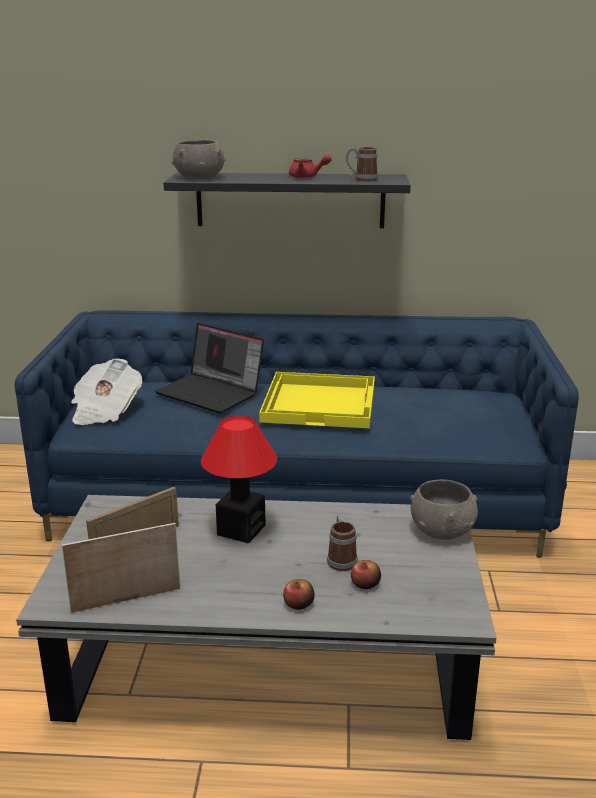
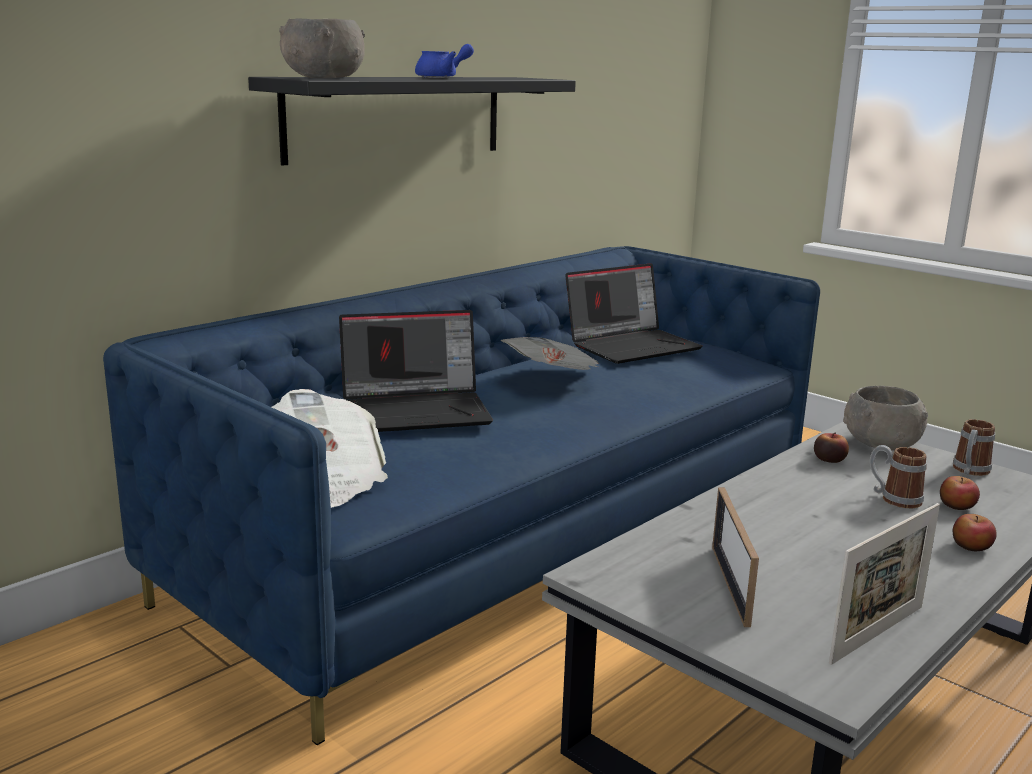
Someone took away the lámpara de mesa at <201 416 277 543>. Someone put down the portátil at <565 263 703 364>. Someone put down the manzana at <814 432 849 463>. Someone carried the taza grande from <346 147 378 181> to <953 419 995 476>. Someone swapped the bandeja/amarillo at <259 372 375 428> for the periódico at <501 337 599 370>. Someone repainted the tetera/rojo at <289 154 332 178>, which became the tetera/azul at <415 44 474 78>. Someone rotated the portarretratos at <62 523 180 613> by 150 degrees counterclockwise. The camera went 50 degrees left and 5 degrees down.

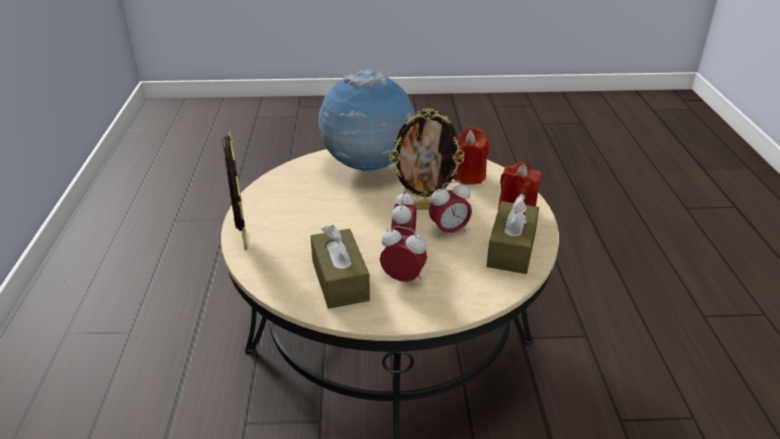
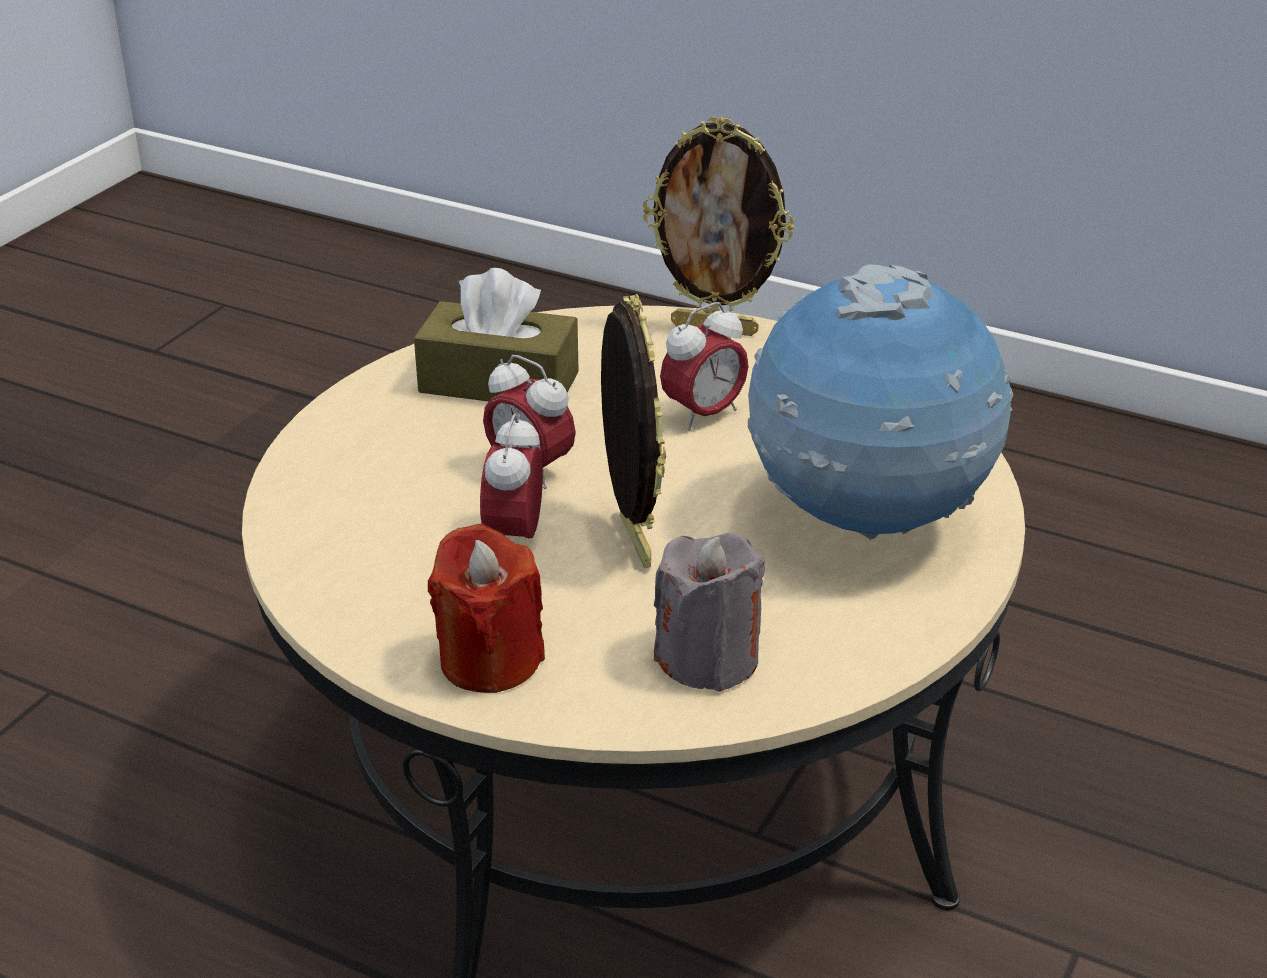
Someone took away the caja de pañuelos/marrón at <487 194 539 274>. Someone carried the despertador from <380 226 427 282> to <660 302 749 431>. Someone repainted the vela/rojo at <453 127 489 185>, which became the vela/gris at <654 533 765 692>. Someone rotated the portarretratos at <389 108 465 209> by 135 degrees clockwise. The camera went 120 degrees right and 0 degrees up.

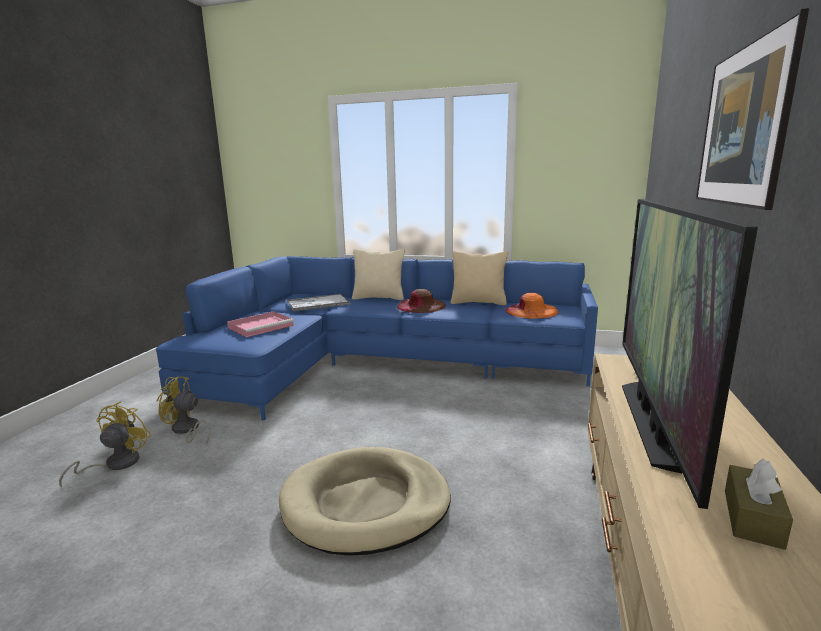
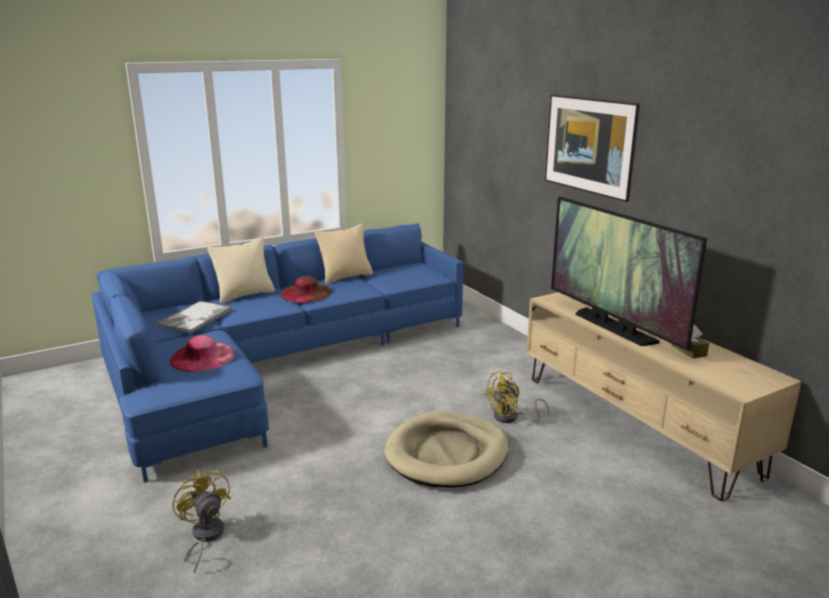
Someone took away the sombrero/naranja at <505 293 559 319>. Someone carried the ventilador/amarillo from <157 377 210 444> to <484 371 550 423>. Someone swapped the bandeja/rosa at <227 311 294 337> for the sombrero/rosa at <169 335 235 372>. The camera went 45 degrees left and 5 degrees up.

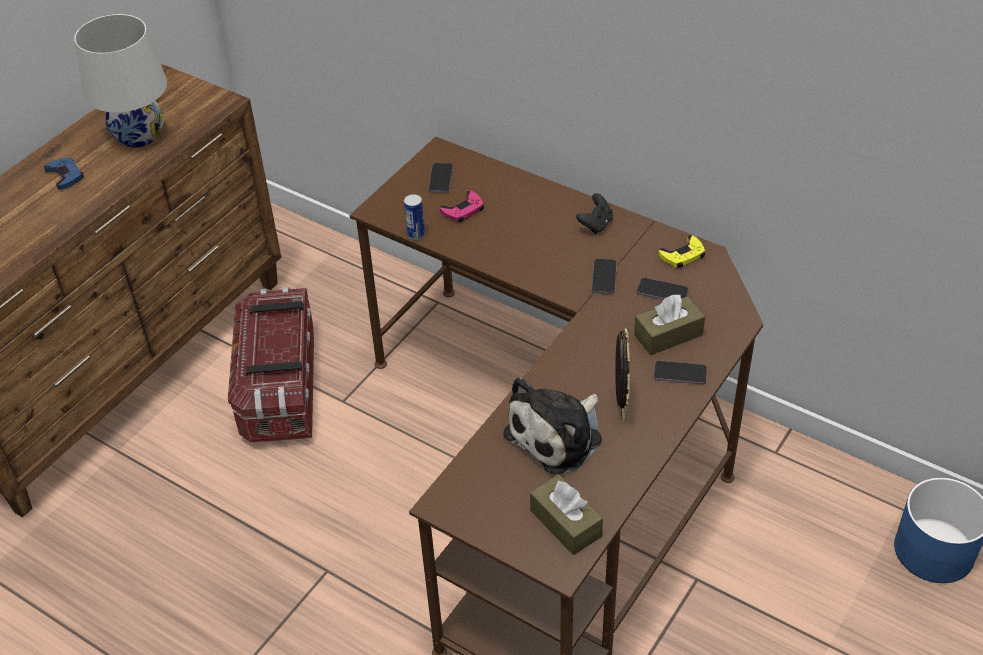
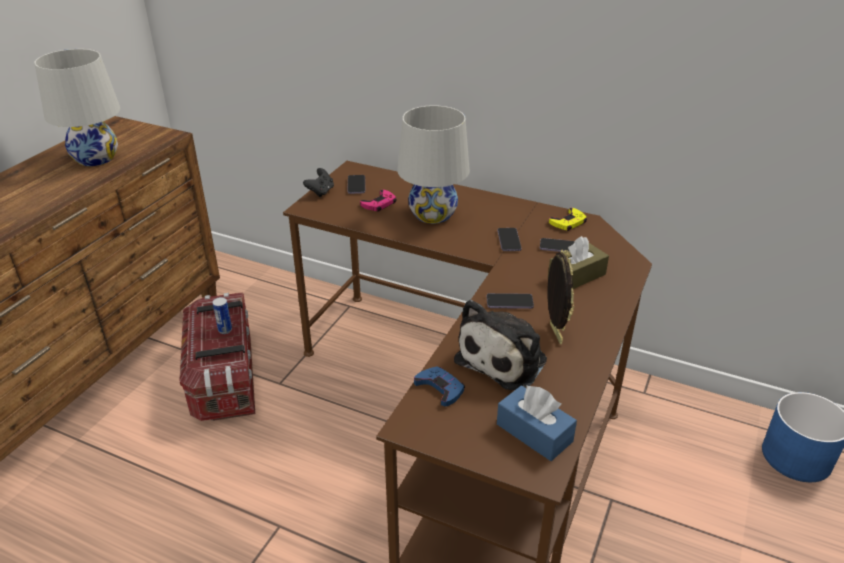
Someone put down the lámpara de mesa/blanco at <397 105 470 224>. Someone carried the mando de consola/azul from <44 158 84 190> to <414 366 465 407>. Someone carried the lata from <404 194 425 240> to <212 297 232 334>. Someone carried the mando de consola/negro from <576 193 613 234> to <303 168 334 197>. Someone carried the móvil from <654 360 707 384> to <487 293 534 309>. Someone repainted the caja de pañuelos/marrón at <530 475 603 555>, which became the caja de pañuelos/azul at <497 385 577 461>. The camera went 10 degrees left and 10 degrees down.

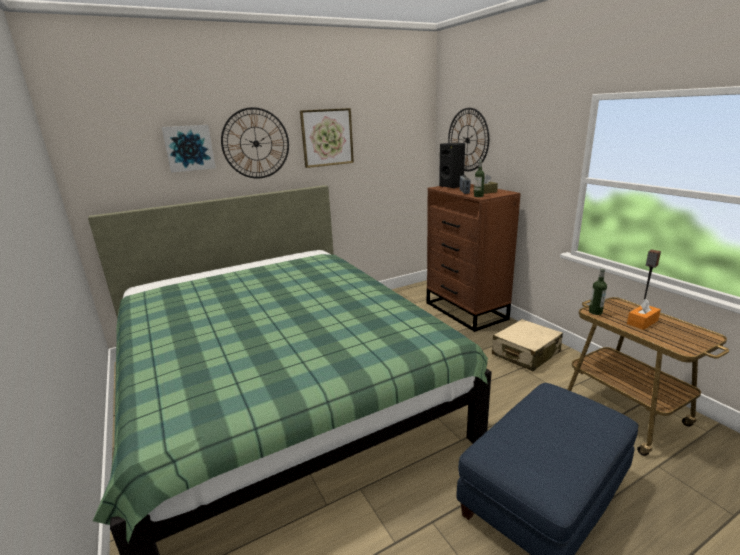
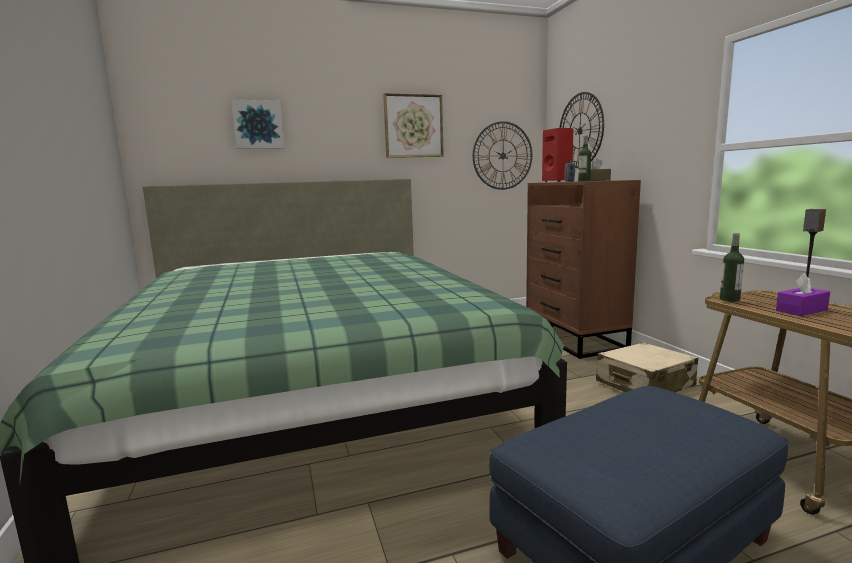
Someone carried the reloj de pared from <221 107 289 179> to <473 121 532 190>. Someone repainted the altavoz/negro at <439 143 465 189>, which became the altavoz/rojo at <542 128 574 182>. Someone repainted the caja de pañuelos/naranja at <627 299 661 330>, which became the caja de pañuelos/morado at <776 273 830 316>. The camera went 10 degrees right and 10 degrees down.

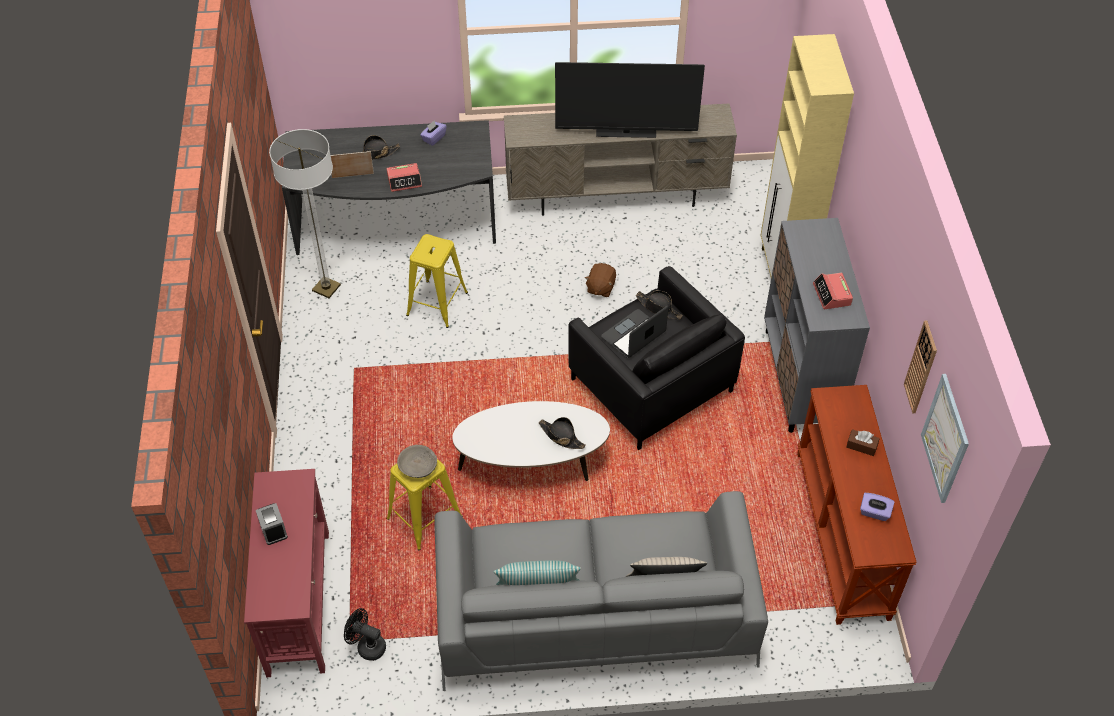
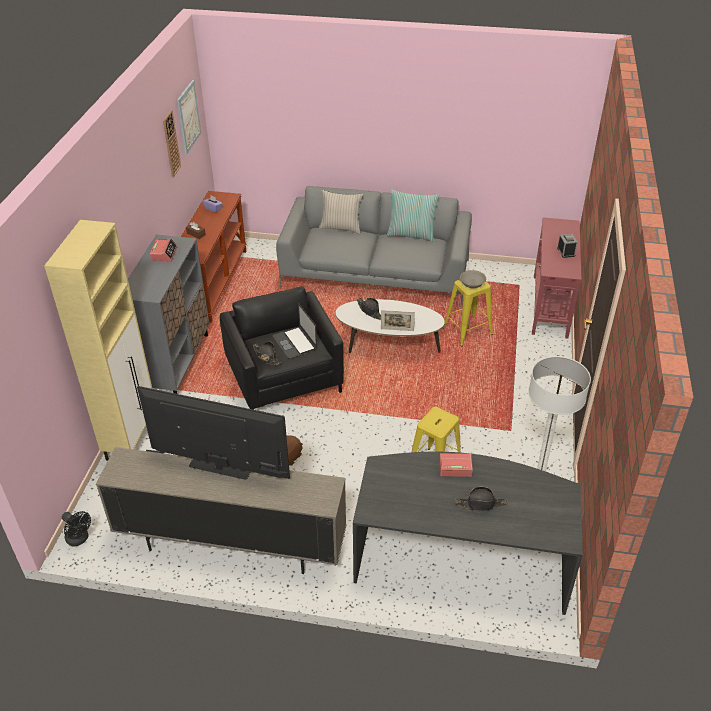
Someone took away the caja de pañuelos/morado at <420 120 447 146>. Someone carried the portarretratos from <331 151 374 178> to <381 310 415 331>. Someone carried the ventilador/negro from <344 608 386 661> to <62 511 91 546>. Someone rotated the portátil at <601 305 668 358> by 90 degrees clockwise. The camera went 165 degrees left and 10 degrees down.

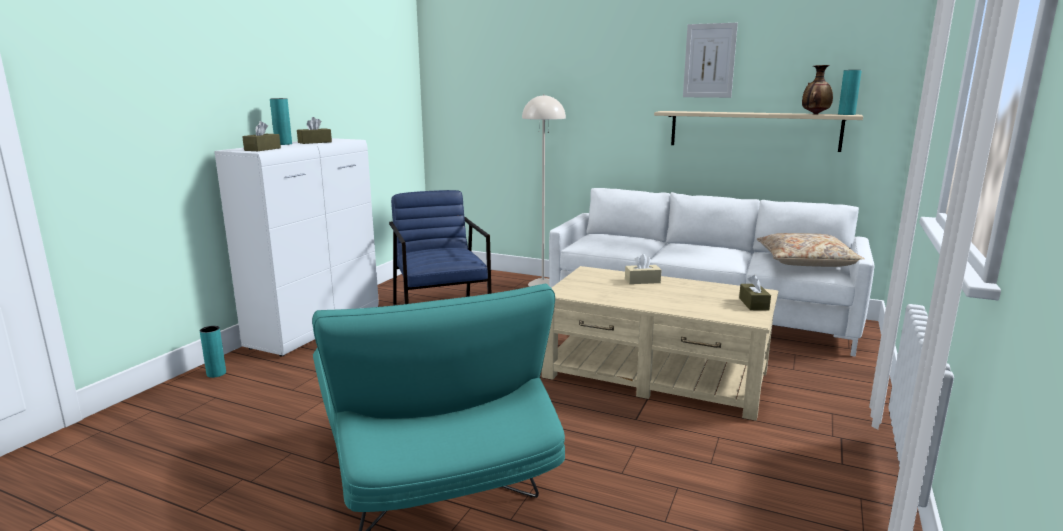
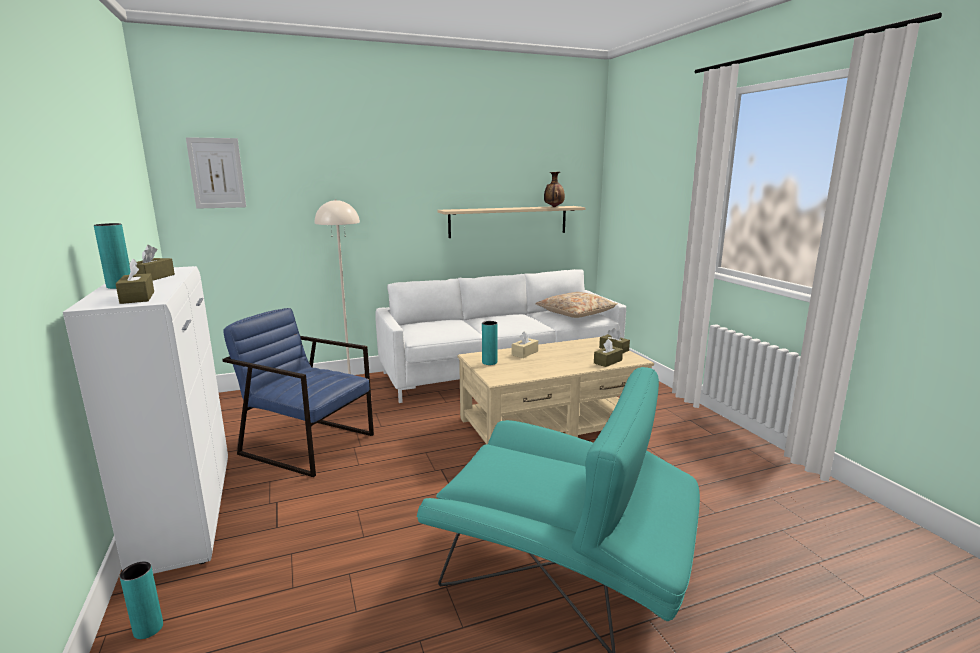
Someone put down the caja de pañuelos/marrón at <594 339 623 367>. Someone carried the cuadro from <683 23 738 98> to <186 137 246 209>. Someone carried the florero/turquesa from <838 70 862 115> to <482 321 498 365>. The camera went 45 degrees left and 0 degrees up.

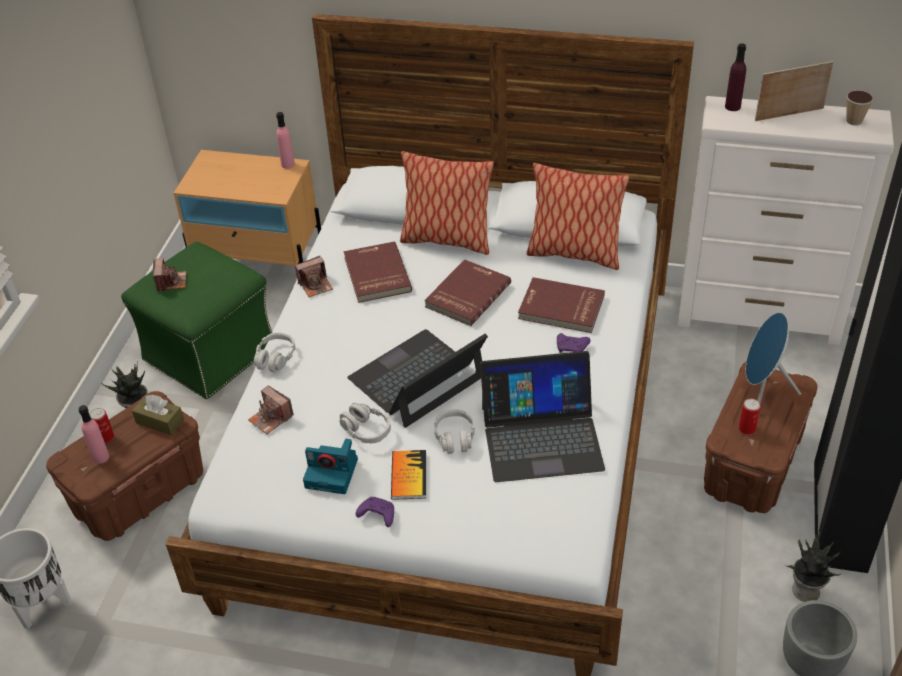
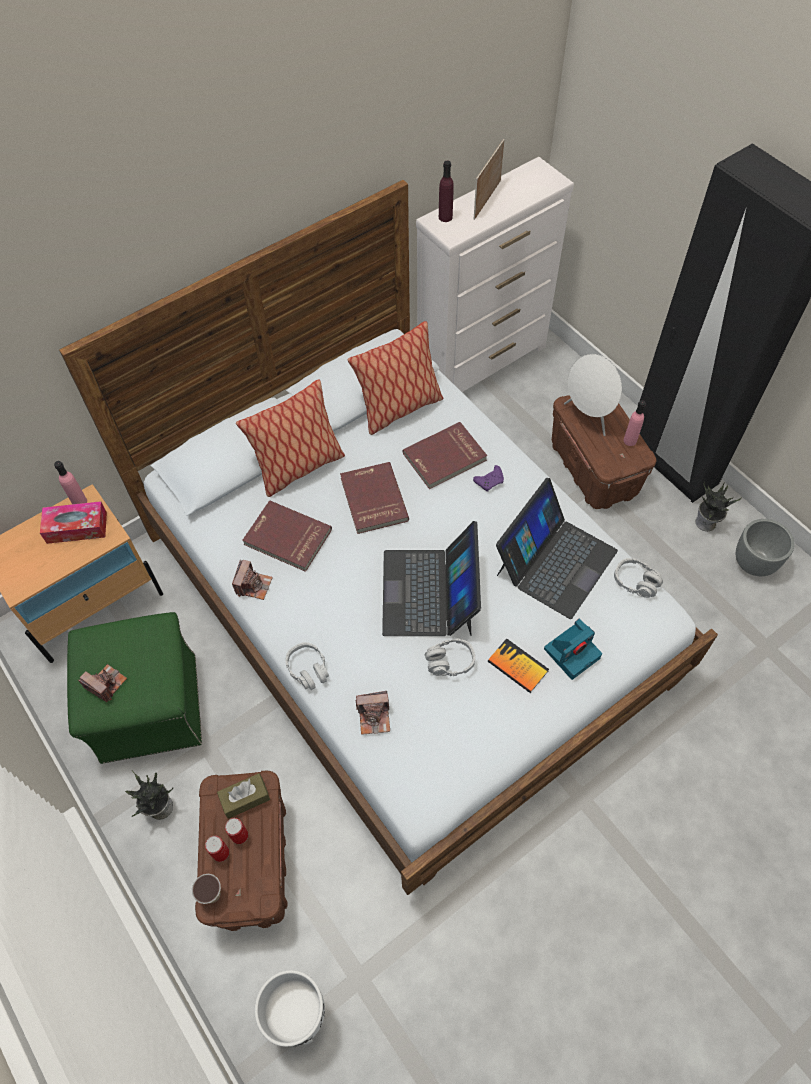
Someone took away the mando de consola/morado at <356 497 394 527>. Someone put down the caja de pañuelos at <40 501 107 544>. Someone carried the botella/rosa from <79 405 109 464> to <623 400 646 446>. Someone carried the cámara from <303 439 358 494> to <544 619 602 680>. Someone carried the auriculares/gris from <434 409 475 454> to <614 558 663 598>. Someone carried the lata from <739 399 760 435> to <225 818 248 844>. Someone carried the taza from <846 90 873 126> to <192 874 221 904>. Someone repainted the altavoz/azul at <746 312 801 403>, which became the altavoz/blanco at <564 354 622 436>. The camera went 50 degrees left and 15 degrees up.

